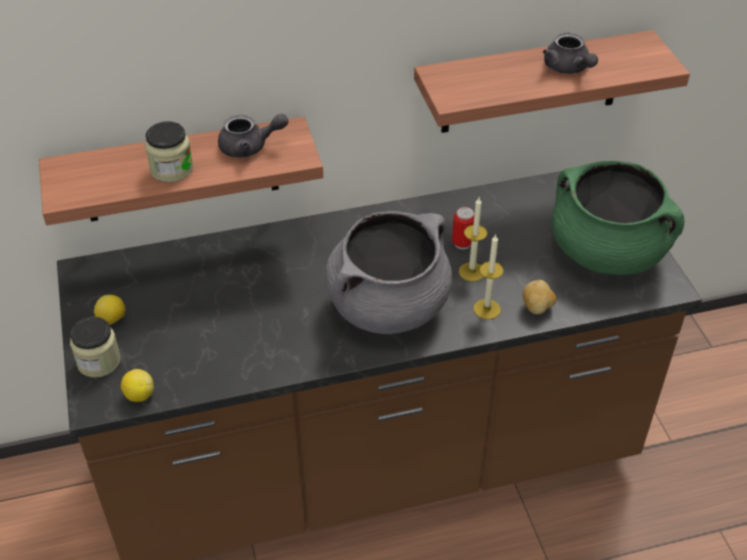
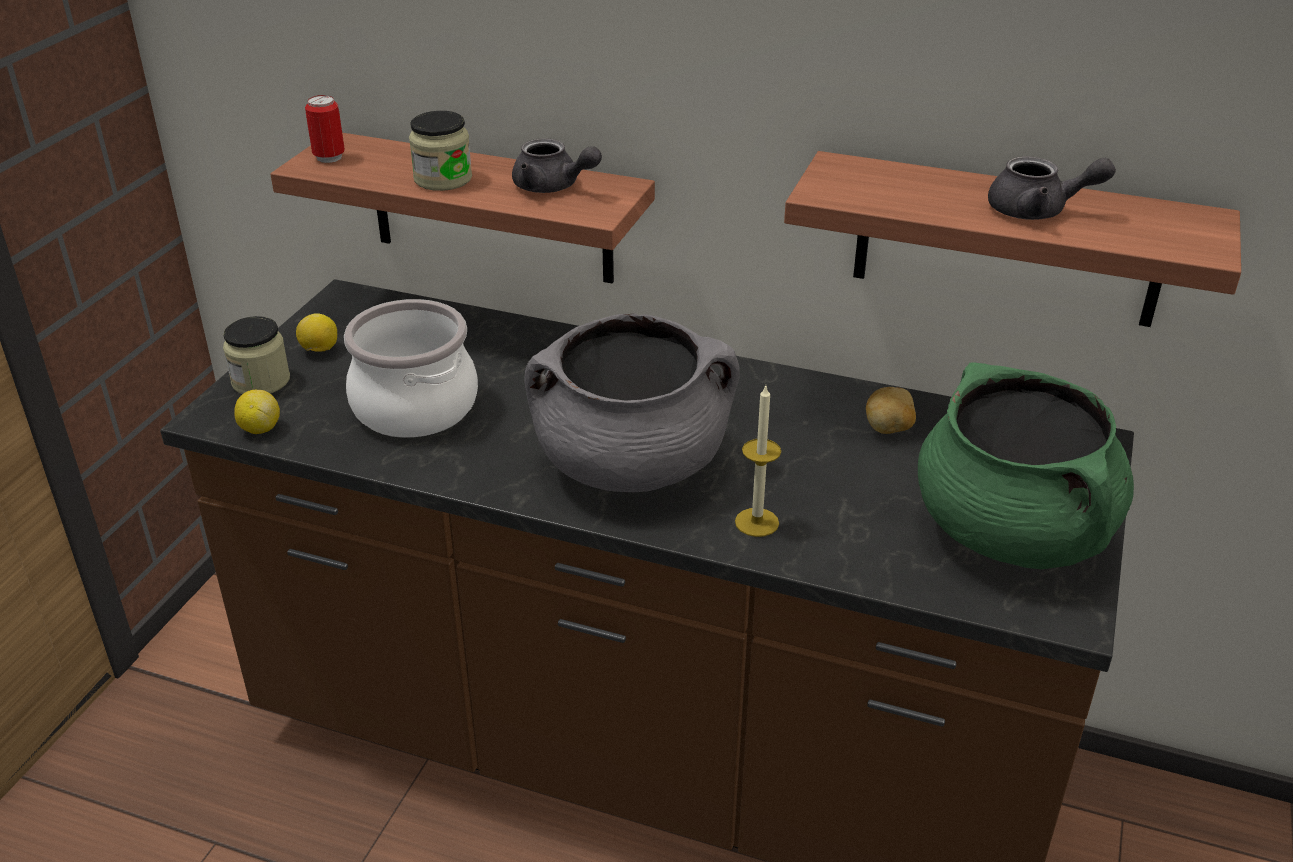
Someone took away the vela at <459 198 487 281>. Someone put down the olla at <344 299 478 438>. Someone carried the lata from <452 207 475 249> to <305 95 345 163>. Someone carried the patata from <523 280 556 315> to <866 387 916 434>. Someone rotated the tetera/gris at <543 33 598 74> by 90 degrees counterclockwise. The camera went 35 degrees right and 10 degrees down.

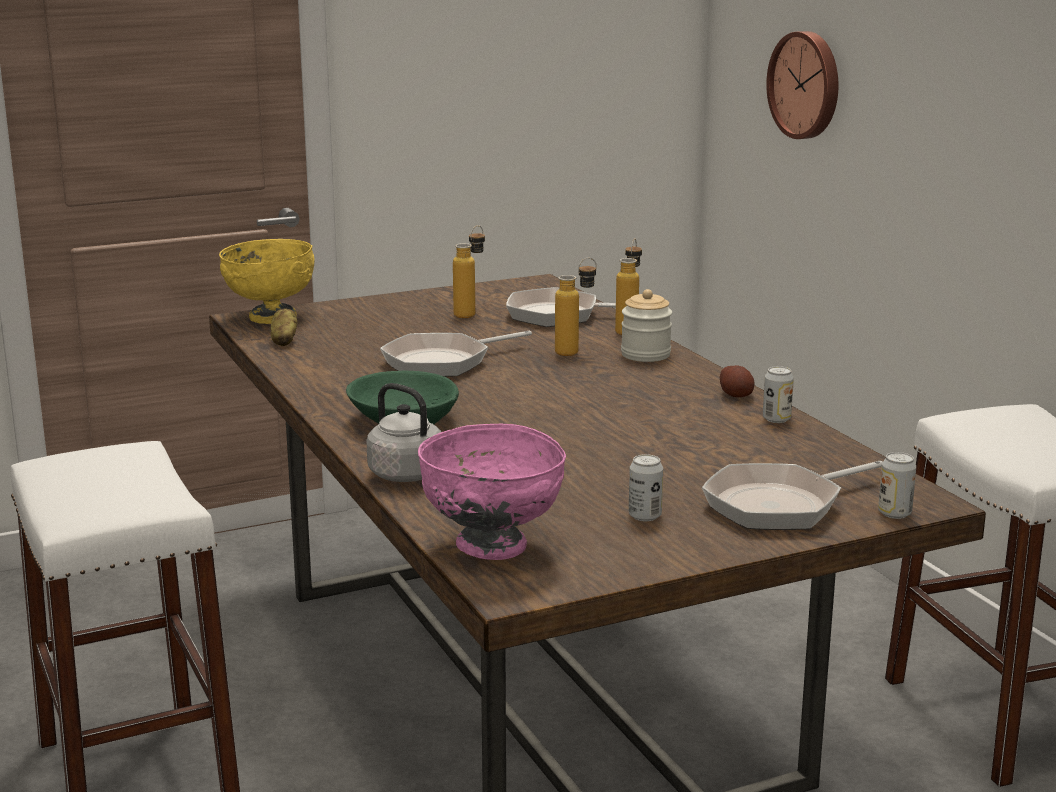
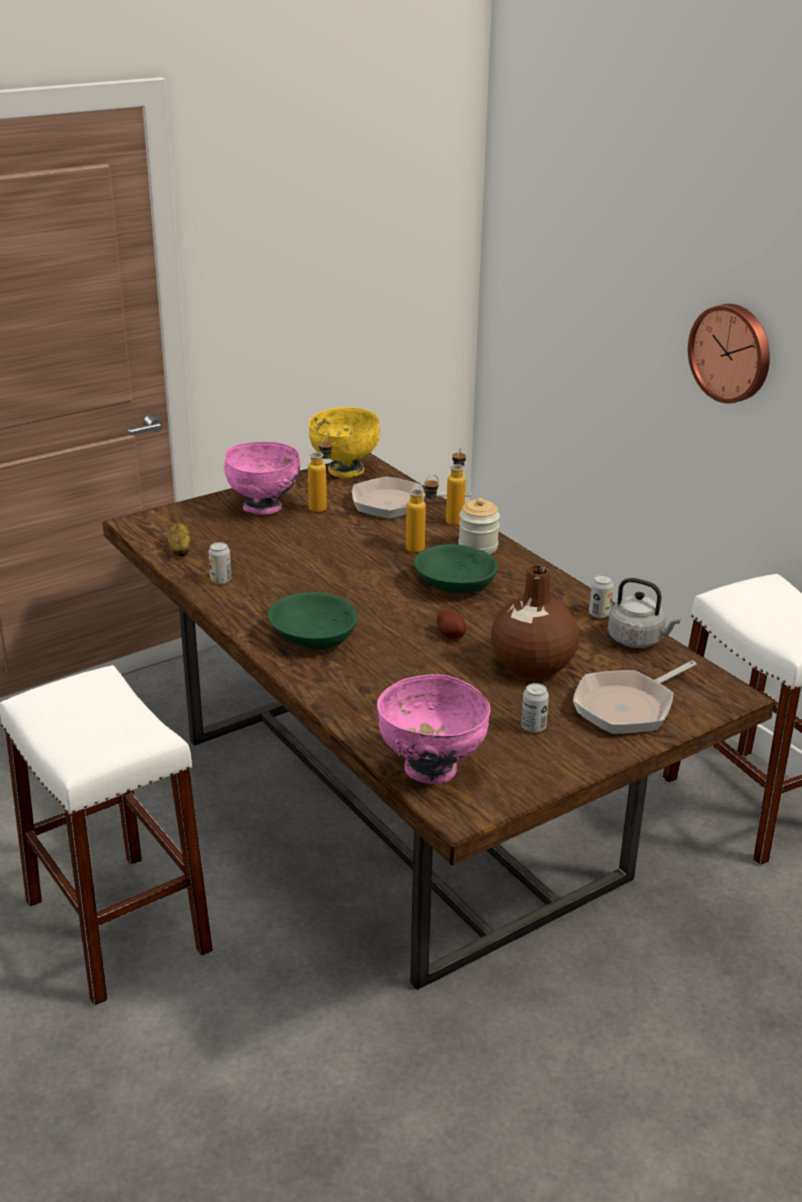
Someone took away the sartén at <380 331 532 377>. Someone put down the cuenco/rosa at <224 442 300 515>. Someone put down the cuenco/verde at <414 544 498 593>. Someone put down the florero/marrón at <491 566 580 679>. Someone carried the cuenco/amarillo from <219 239 314 324> to <309 407 380 478>. Someone carried the hervidor/gris from <366 383 441 482> to <608 578 681 648>. Someone carried the patata from <720 365 755 397> to <437 610 466 639>. Someone carried the reloj de pared from <766 31 838 139> to <688 304 770 403>. Someone carried the lata from <878 452 916 519> to <208 542 231 584>. The camera went 10 degrees left and 10 degrees up.

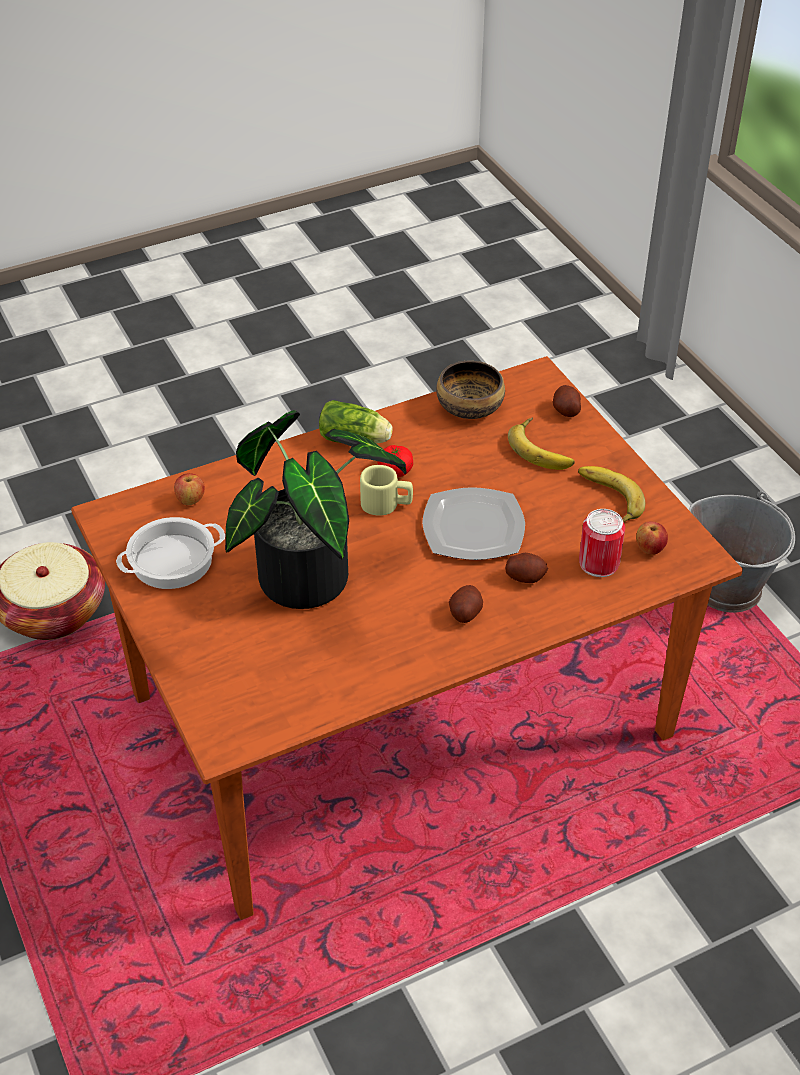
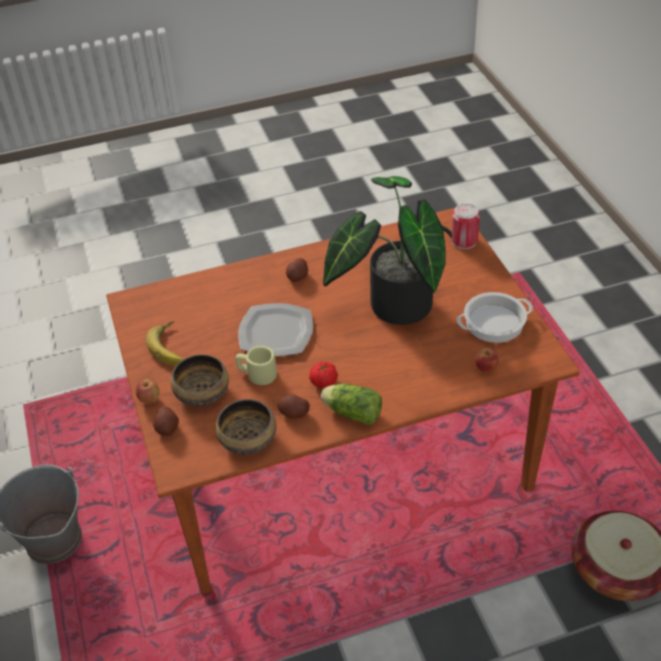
Someone carried the taza grande/beis from <360 465 413 516> to <236 346 277 385>. Someone carried the patata from <505 553 548 583> to <278 394 310 419>. Someone carried the lata from <579 509 625 577> to <451 204 480 249>. Someone carried the manzana from <636 521 668 555> to <135 379 159 404>. Someone swapped the plátano at <508 417 575 470> for the cuenco at <171 354 229 407>. The camera went 170 degrees left and 0 degrees up.

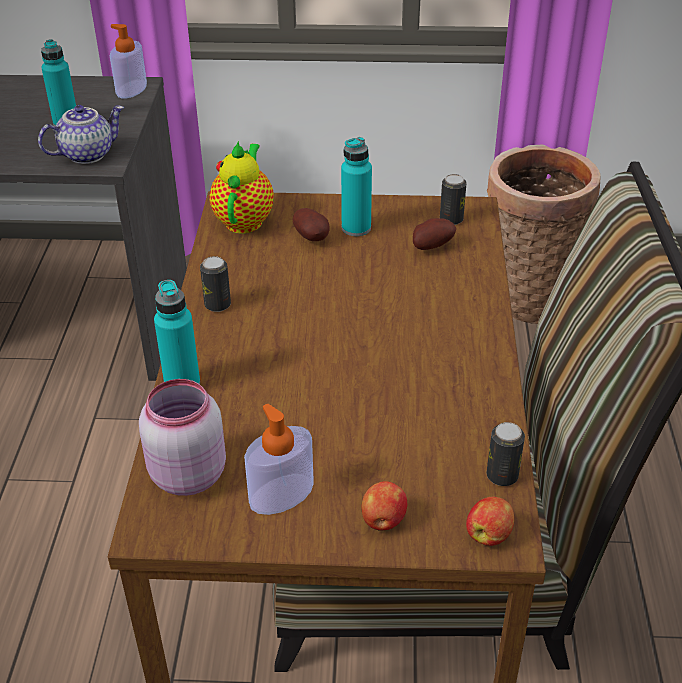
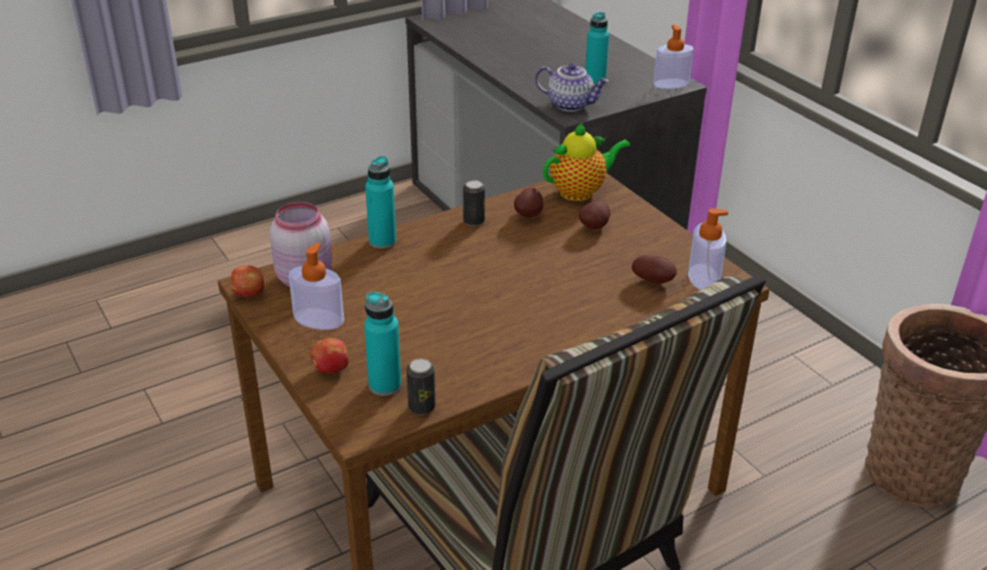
Someone put down the patata at <514 188 543 218>. Someone carried the botella/turquesa from <341 137 372 236> to <364 291 402 396>. Someone carried the manzana from <466 497 514 546> to <231 265 264 297>. Someone swapped the lata at <440 174 467 225> for the dispensador de jabón at <688 208 728 290>. The camera went 55 degrees right and 5 degrees down.

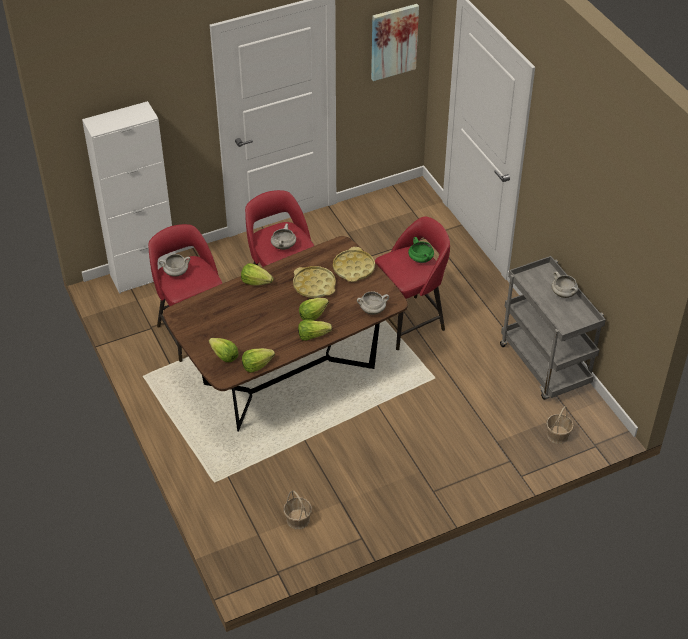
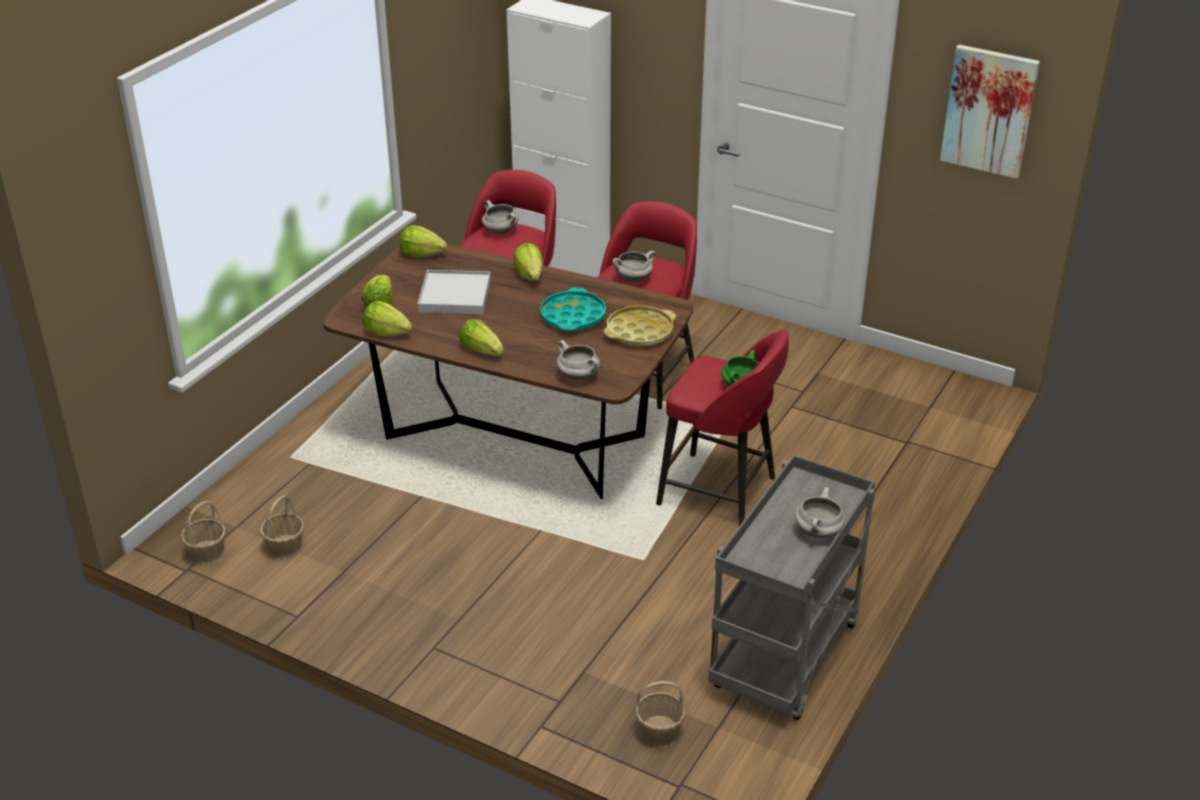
Someone put down the cesta at <181 501 226 566>. Someone put down the bandeja/blanco at <417 270 491 314>. Someone carried the lechuga from <299 298 329 321> to <400 225 447 257>. Someone repainted the bandeja/amarillo at <293 266 336 298>, which became the bandeja/turquesa at <540 287 606 331>. The camera went 55 degrees right and 10 degrees down.

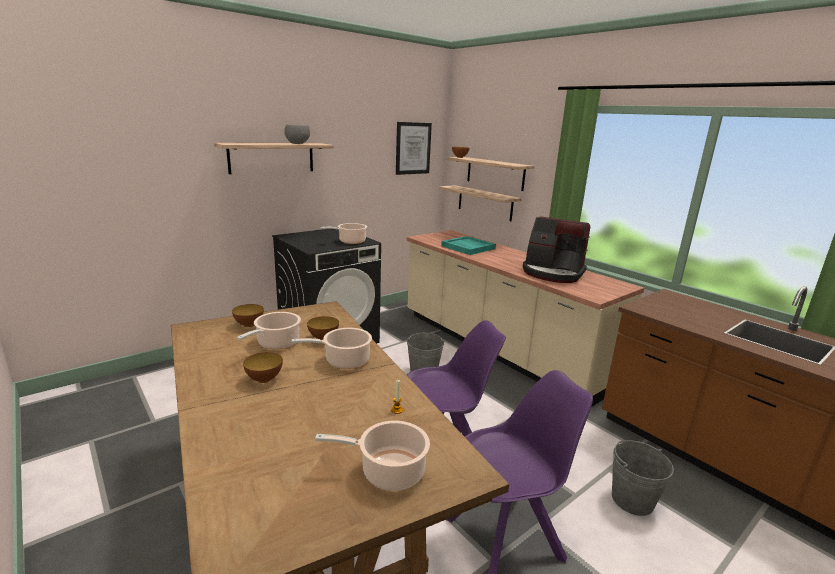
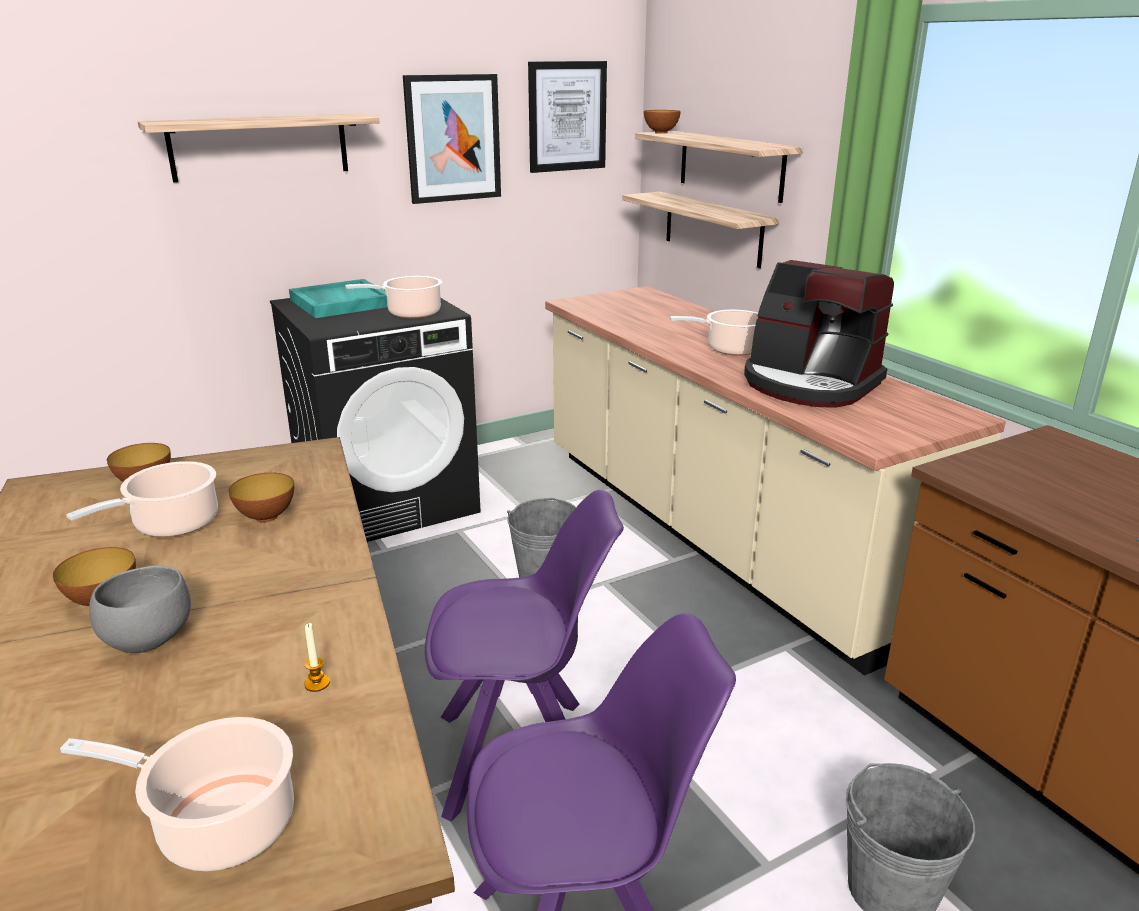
Someone put up the cuadro at <403 74 501 204>. Someone carried the cuenco/gris from <284 125 310 144> to <89 565 191 653>. Someone carried the olla from <292 328 372 369> to <670 310 758 356>. Someone carried the bandeja/turquesa from <441 236 496 255> to <289 279 388 318>. The camera went 10 degrees right and 5 degrees up.

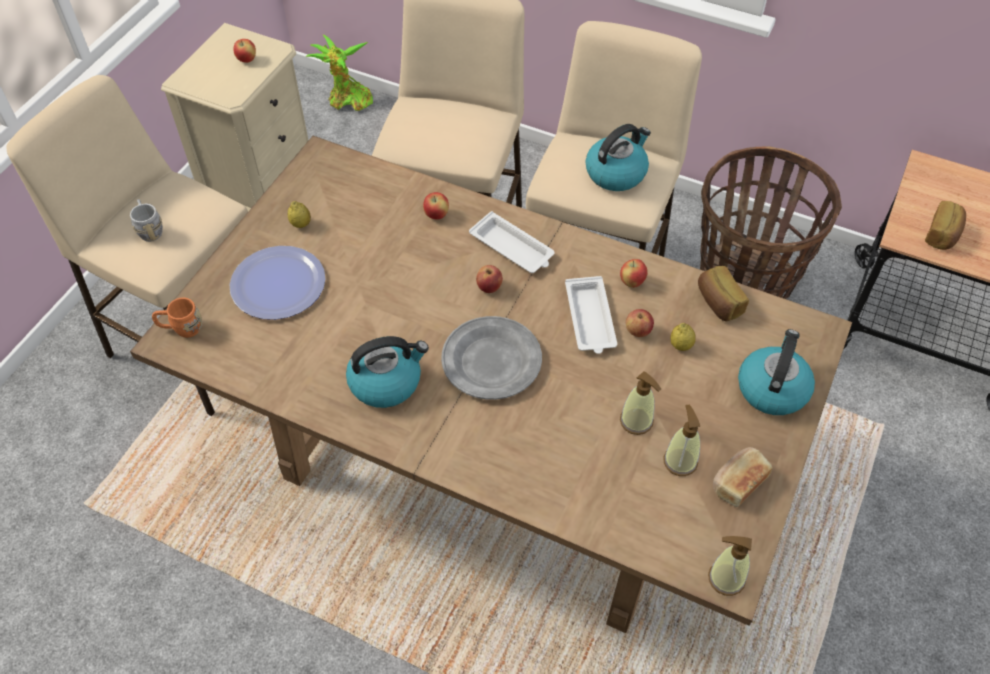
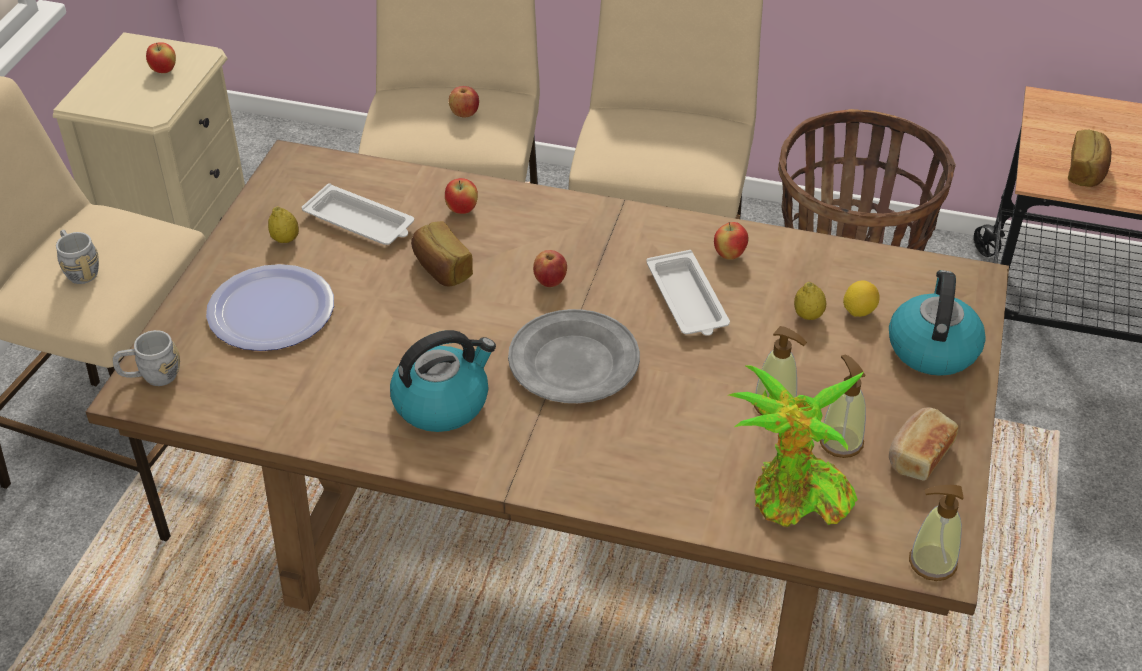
Someone took away the hervidor at <586 124 651 191>. Someone put down the limón at <843 280 879 317>. Someone carried the planta en maceta from <305 35 373 111> to <729 365 864 527>. Someone carried the bandeja/blanco from <469 211 555 273> to <302 183 414 245>. Someone carried the manzana from <626 309 654 337> to <449 86 479 118>. Someone carried the pan from <698 266 749 321> to <411 221 473 287>. Someone repainted the taza grande/naranja at <152 298 202 338>, which became the taza grande/gris at <113 330 180 386>. The camera went 10 degrees left and 10 degrees down.

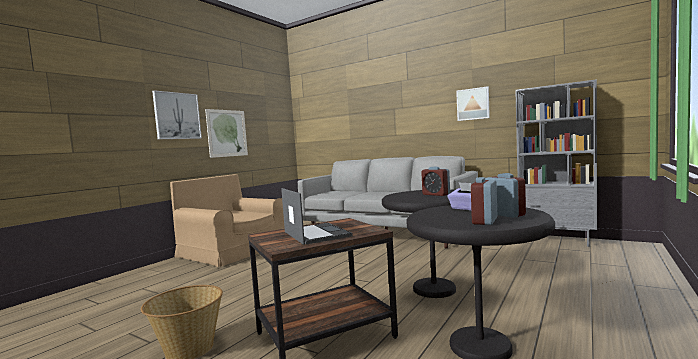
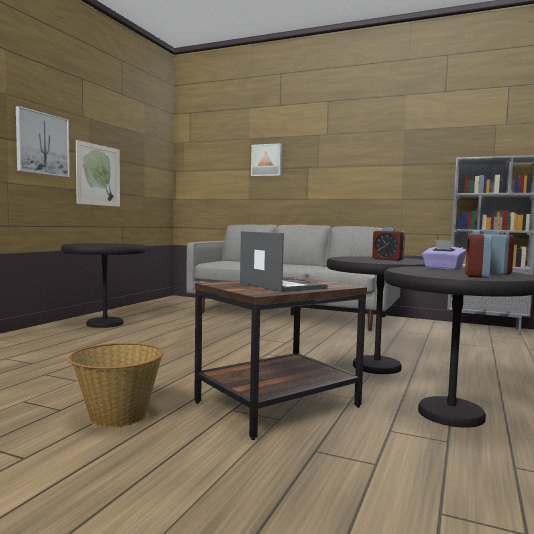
Someone carried the cuadro from <456 86 490 121> to <251 143 282 176>. Someone swapped the sillón/marrón at <170 174 285 267> for the mesa auxiliar/negro at <61 243 146 328>. The camera went 10 degrees left and 0 degrees up.

